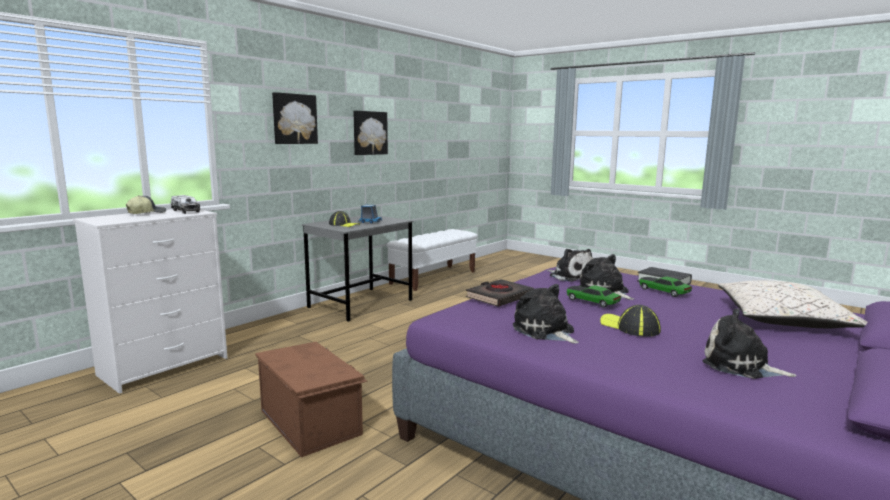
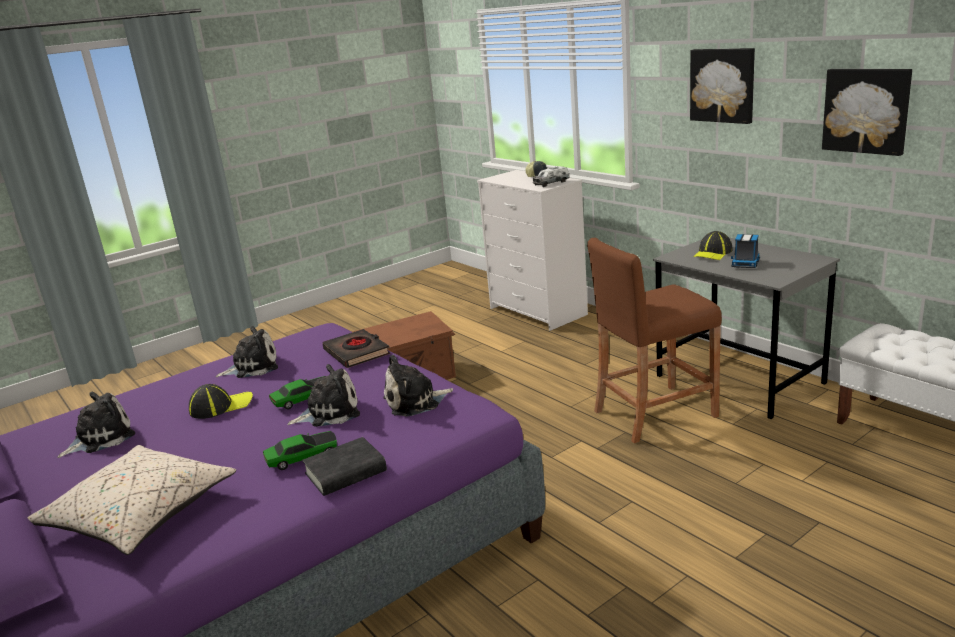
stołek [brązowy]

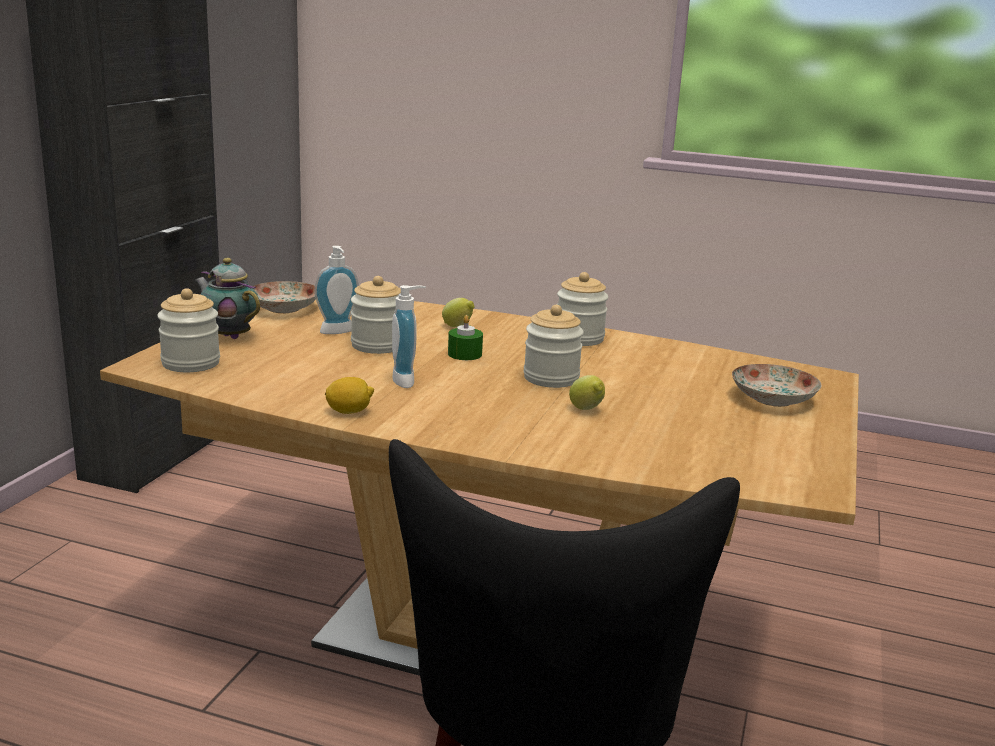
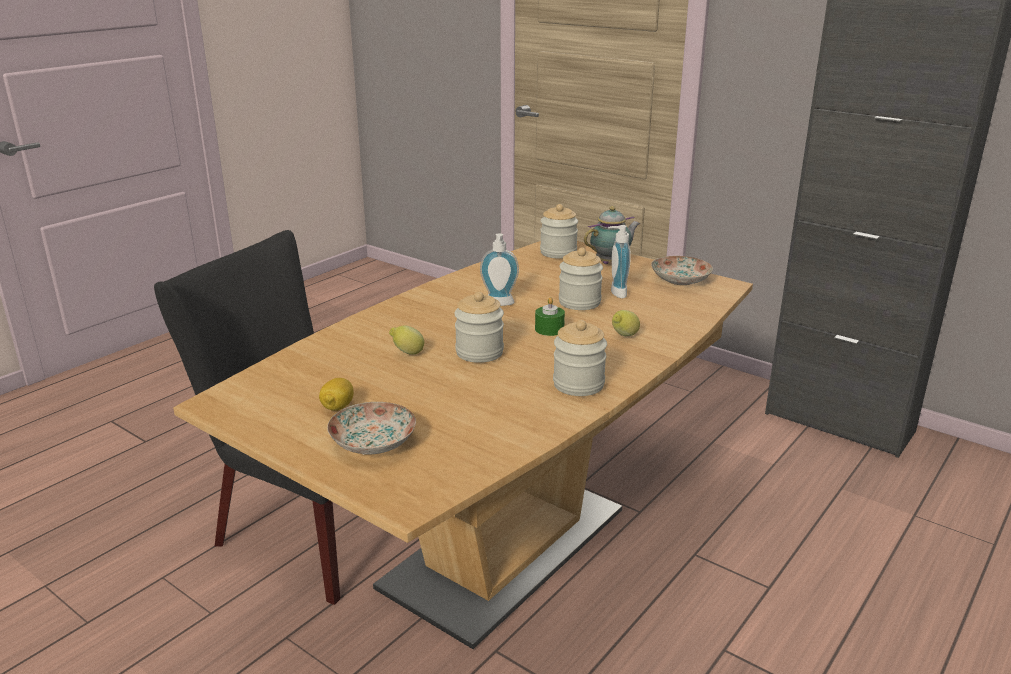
cytryna (1st from left)

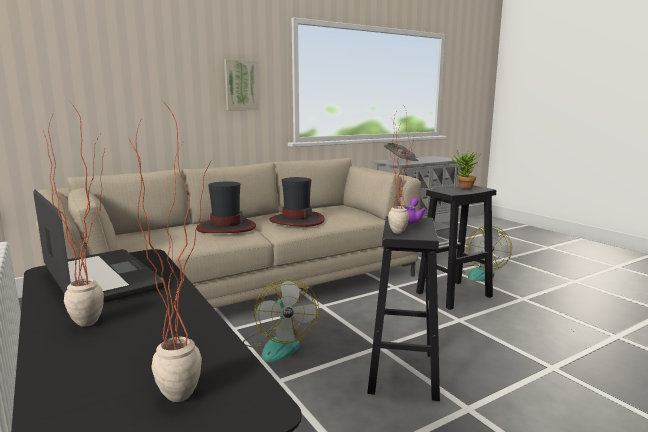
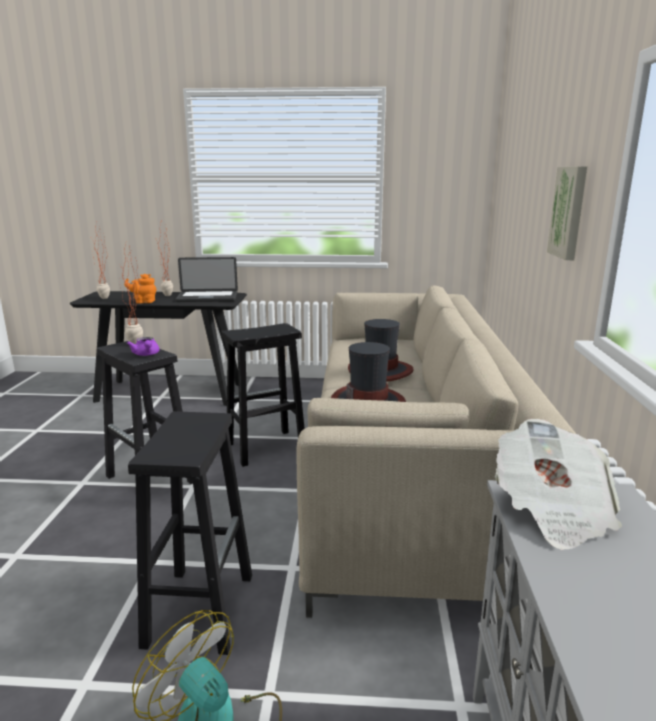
imbryk [pomarańczowy]
stołek [czarny] (3rd from left)
roślina doniczkowa (4th from left in the first image)

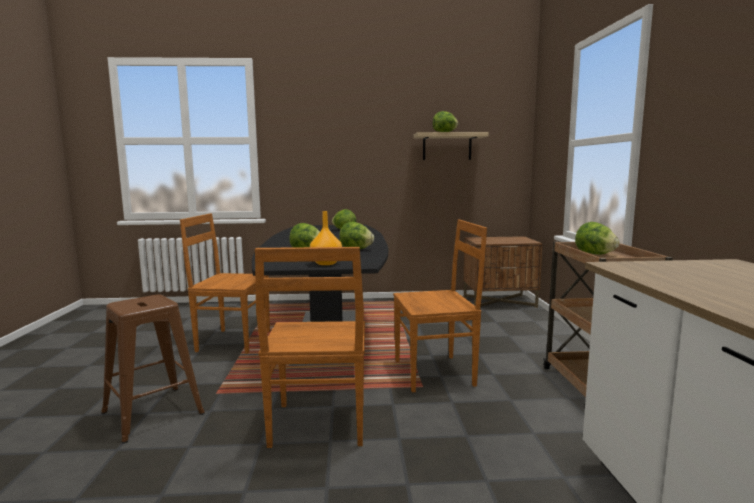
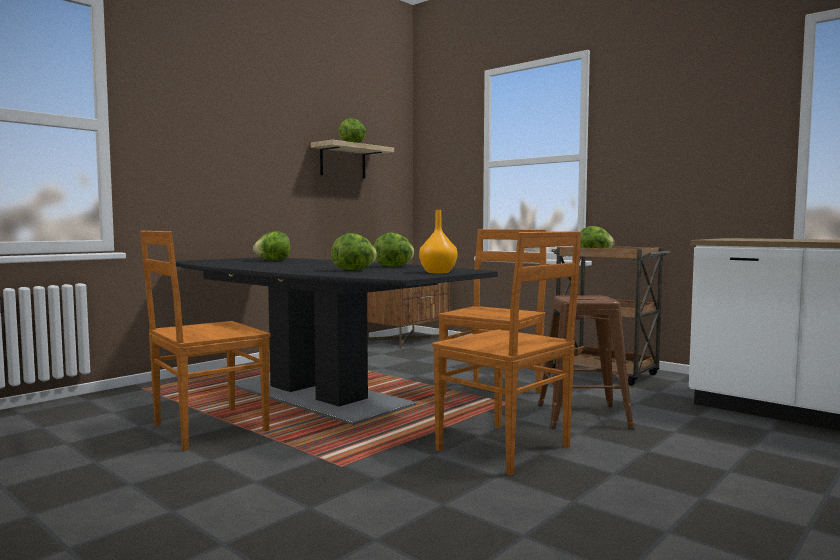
stołek [brązowy]

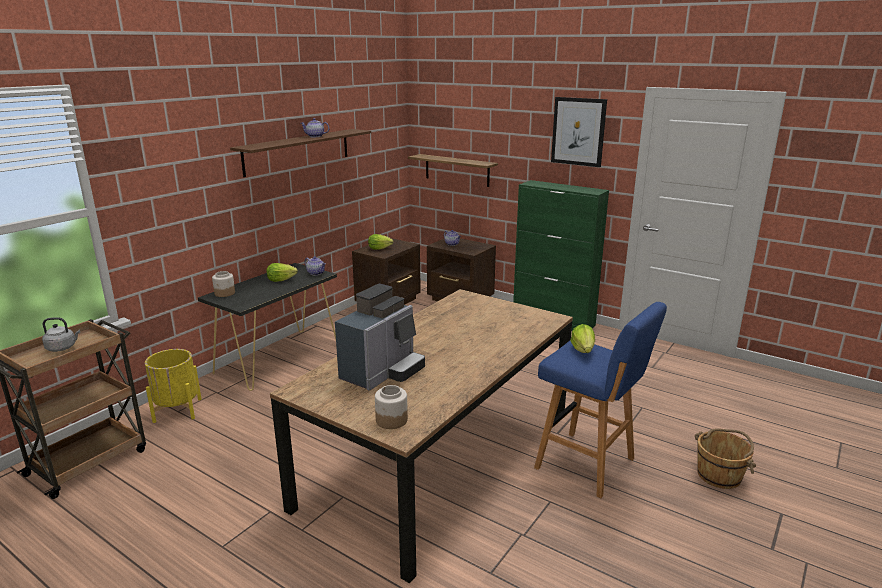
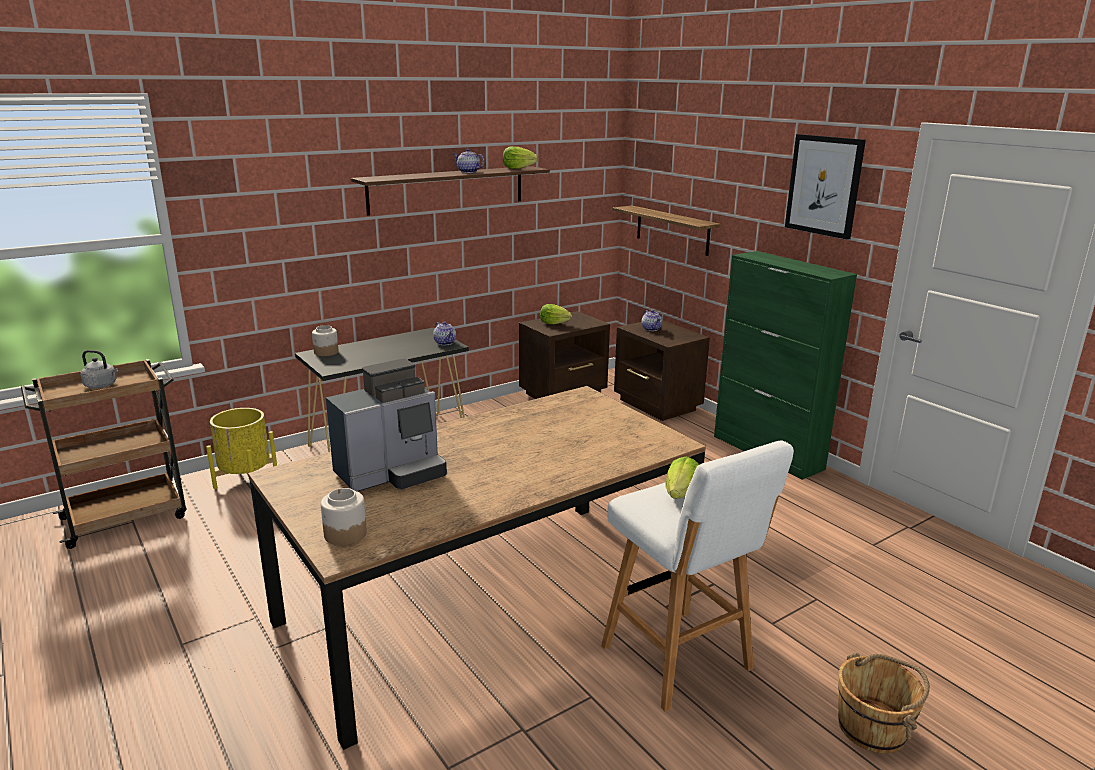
sałata (1st from left)
stołek [biały]

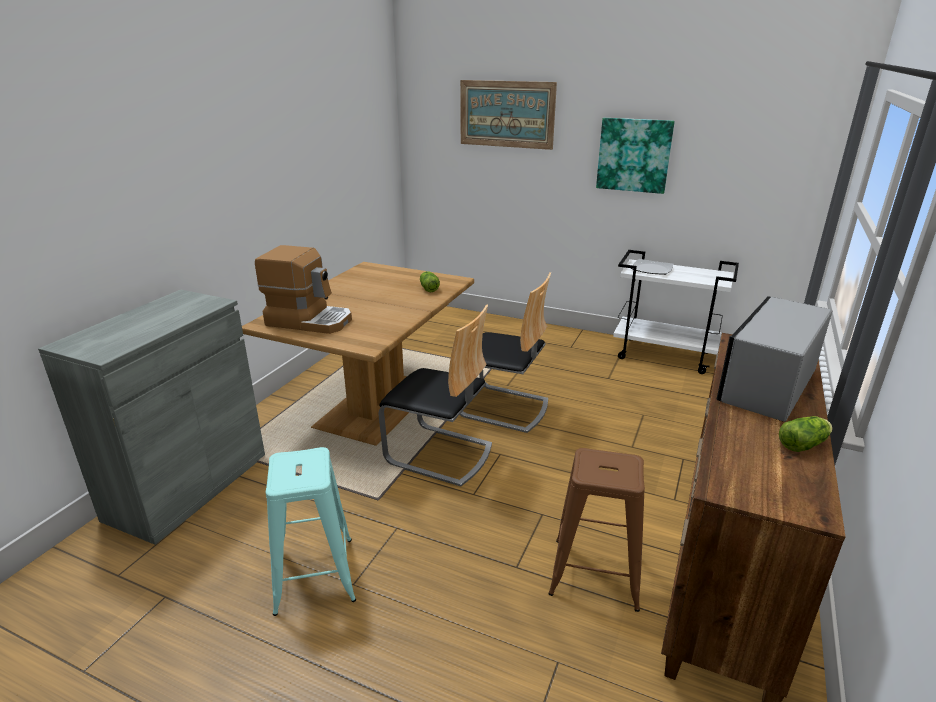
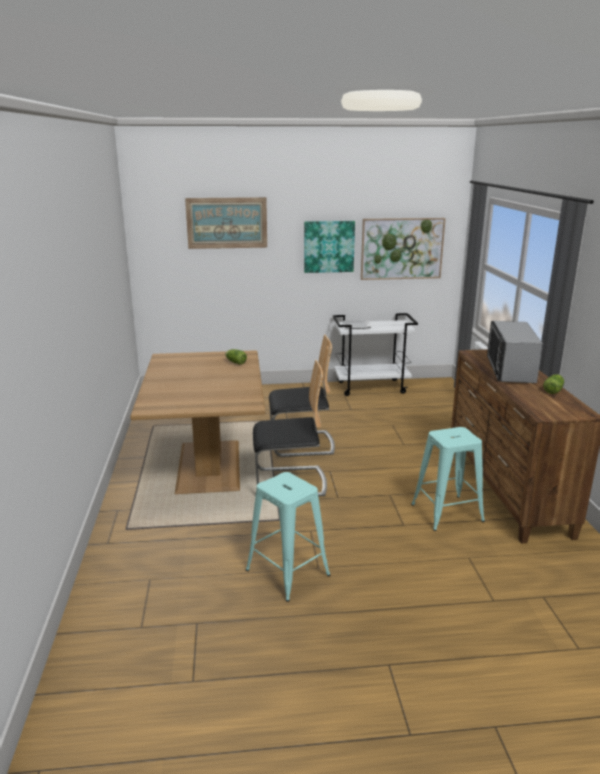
obraz (3rd from left)
stołek [turkusowy] (2nd from left)
szafka [szary]
ekspres do kawy

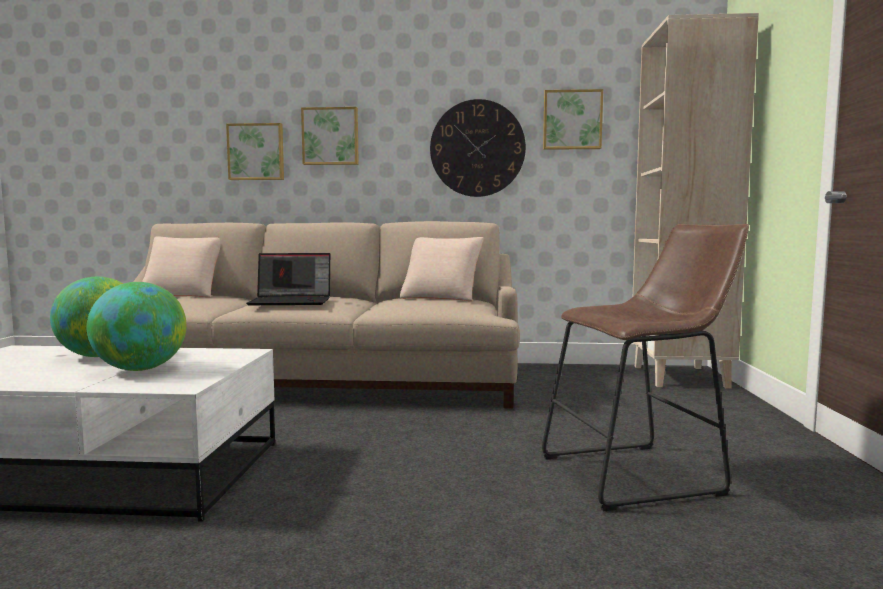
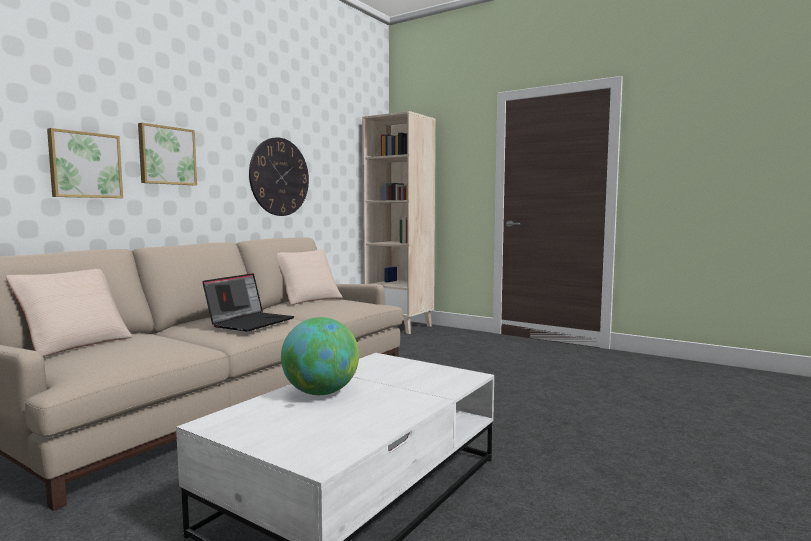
globus (2nd from left in the first image)
stołek [brązowy]
obraz (3rd from left in the first image)

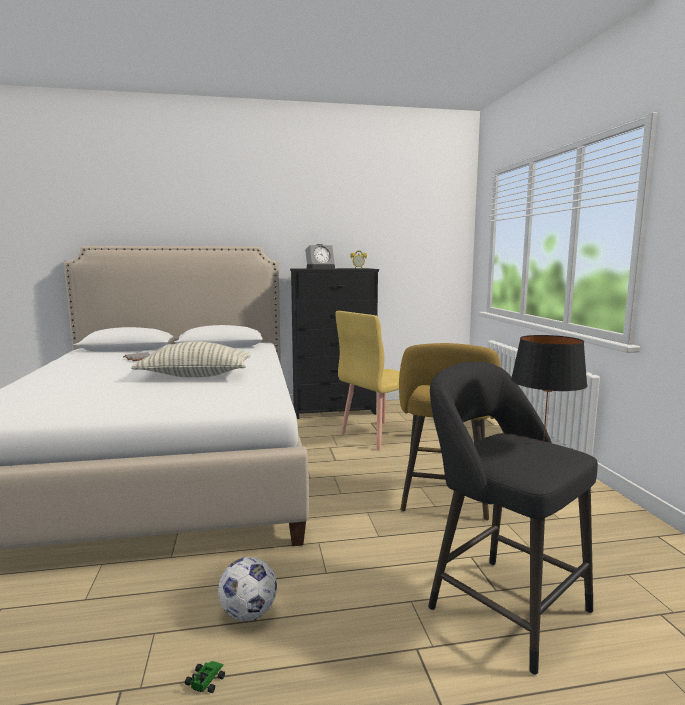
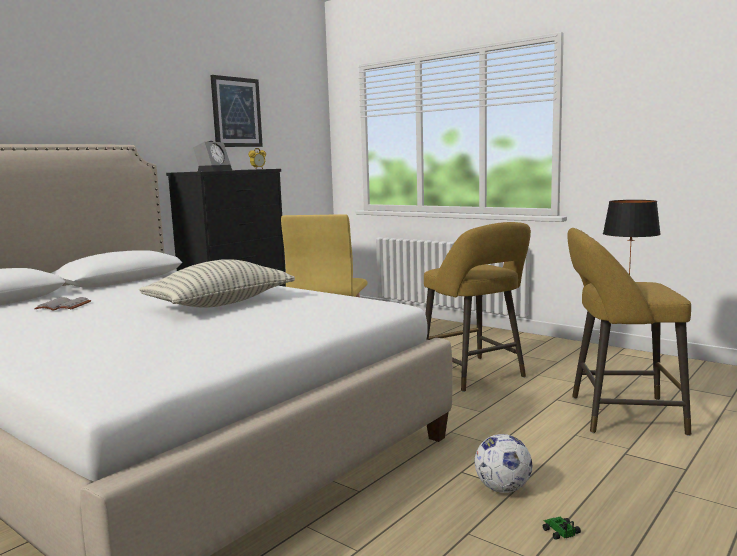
obraz
stołek [żółty] (2nd from left)

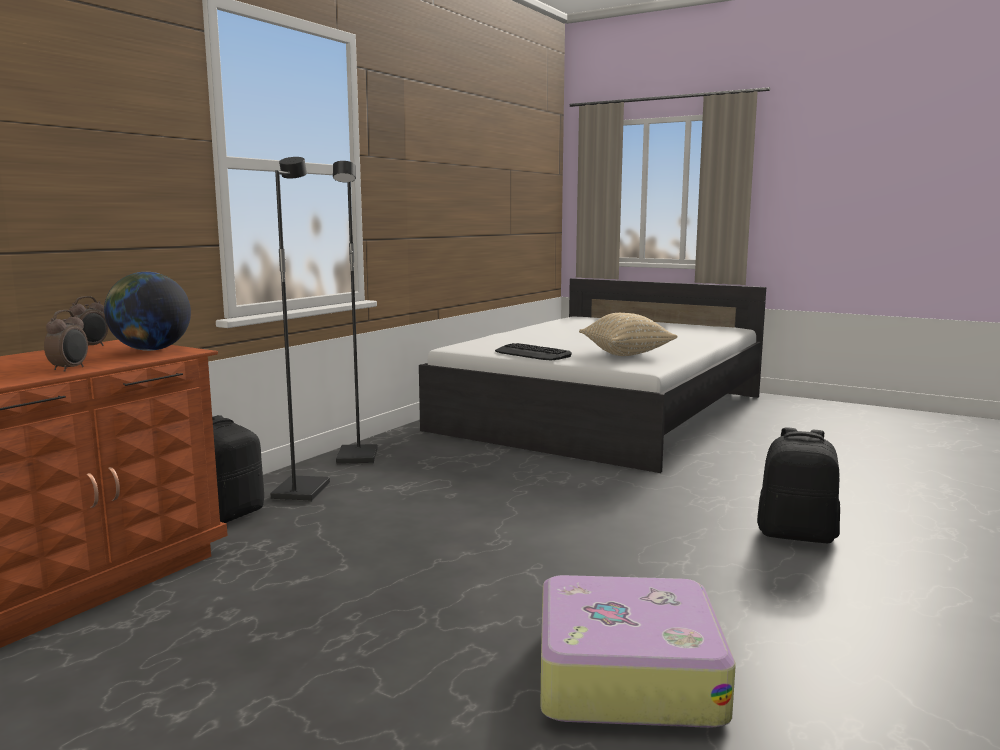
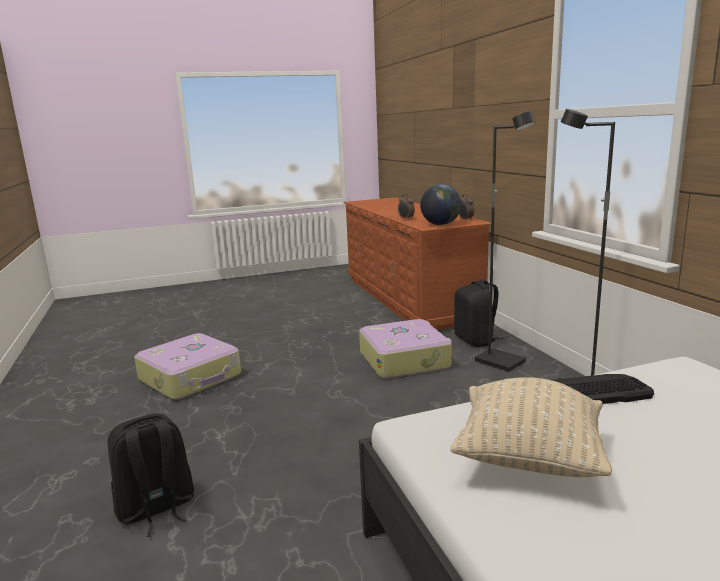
walizka (2nd from left)

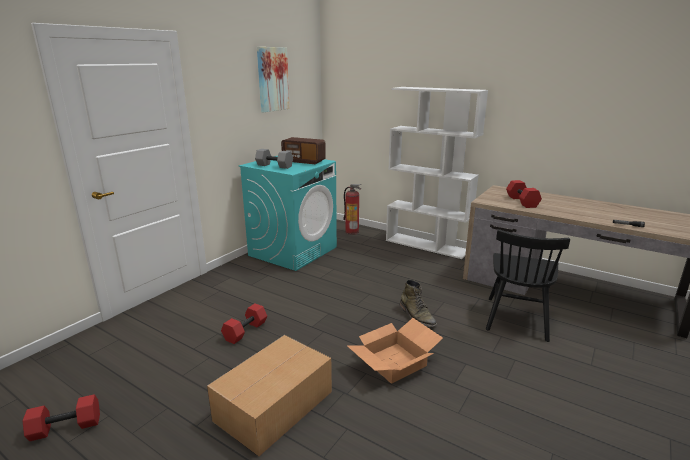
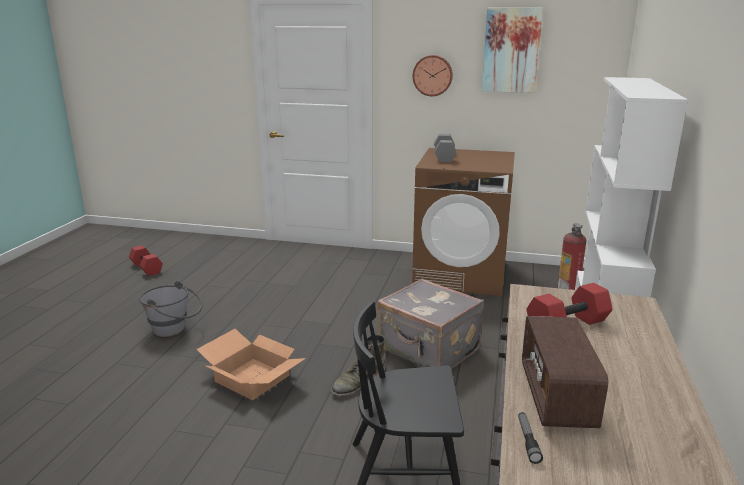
wiadro [szary]
walizka [szary]
pralka [brązowy]
zegar ścienny
radio
hantel [czerwony] (2nd from left in the first image)

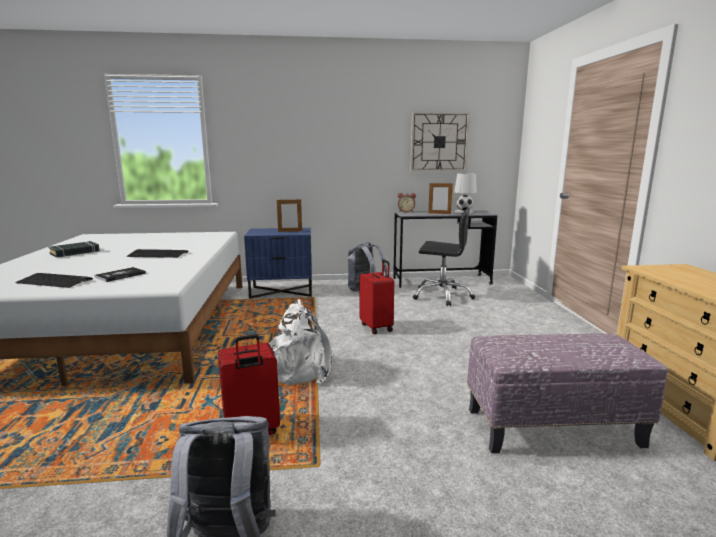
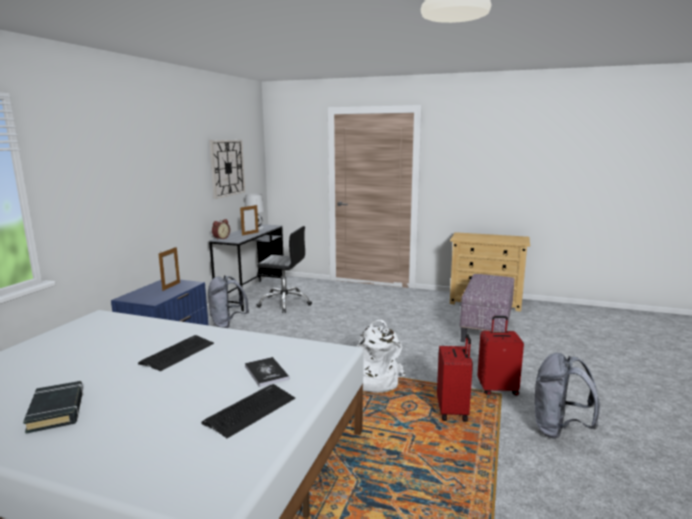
krzesło biurowe [czarny]
walizka [czerwony] (2nd from left)

